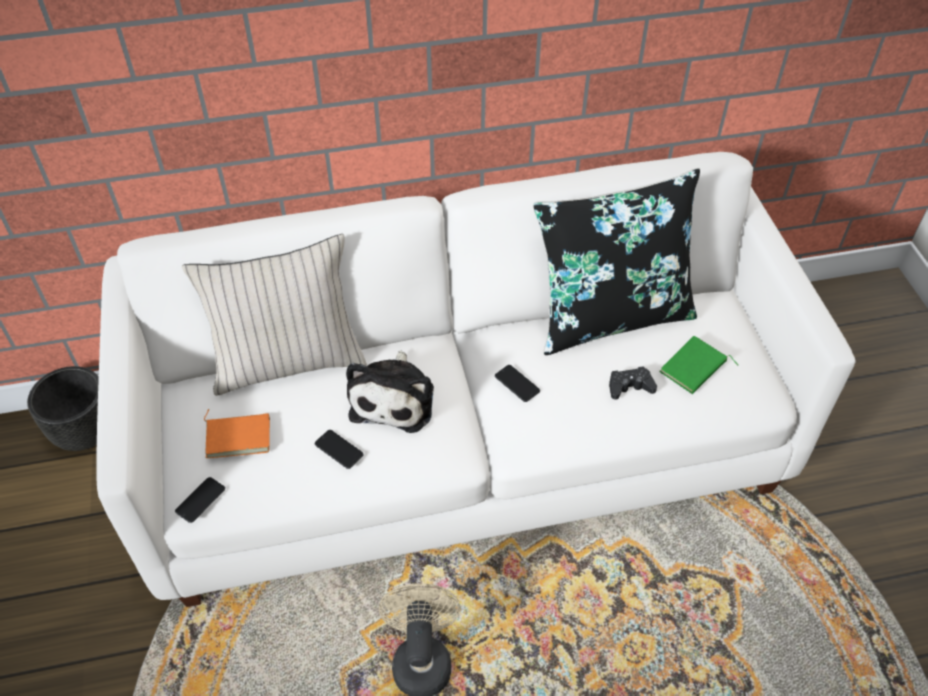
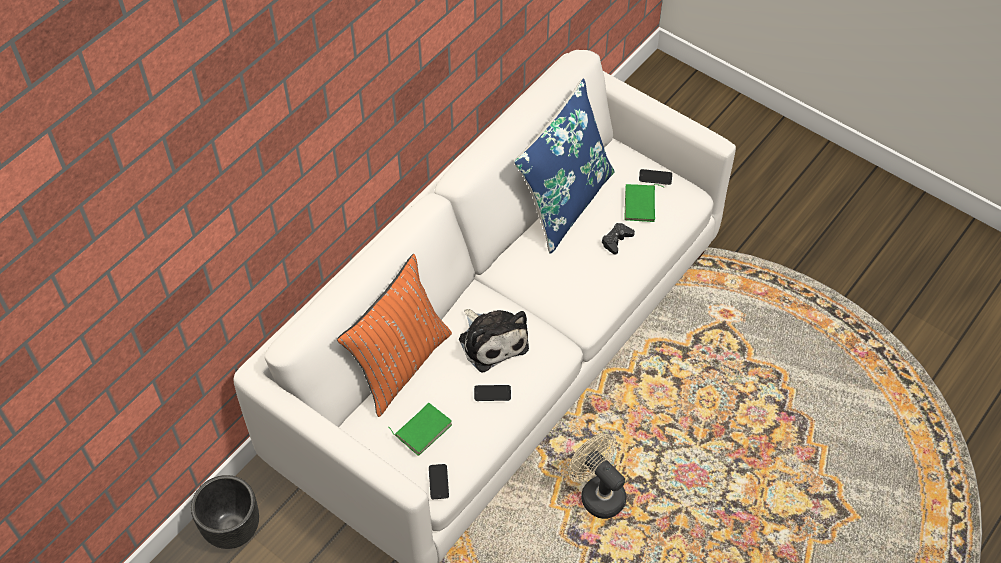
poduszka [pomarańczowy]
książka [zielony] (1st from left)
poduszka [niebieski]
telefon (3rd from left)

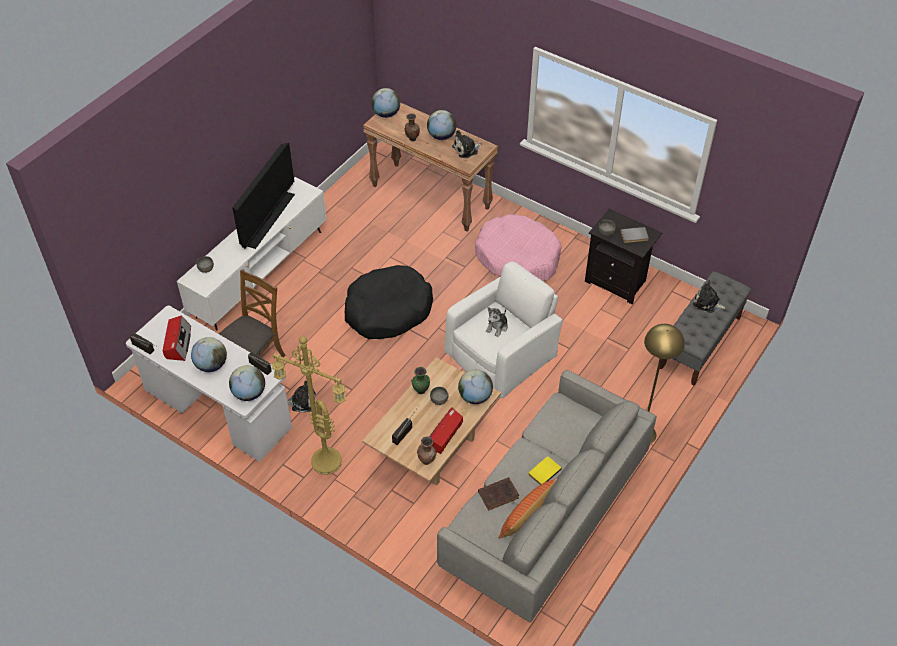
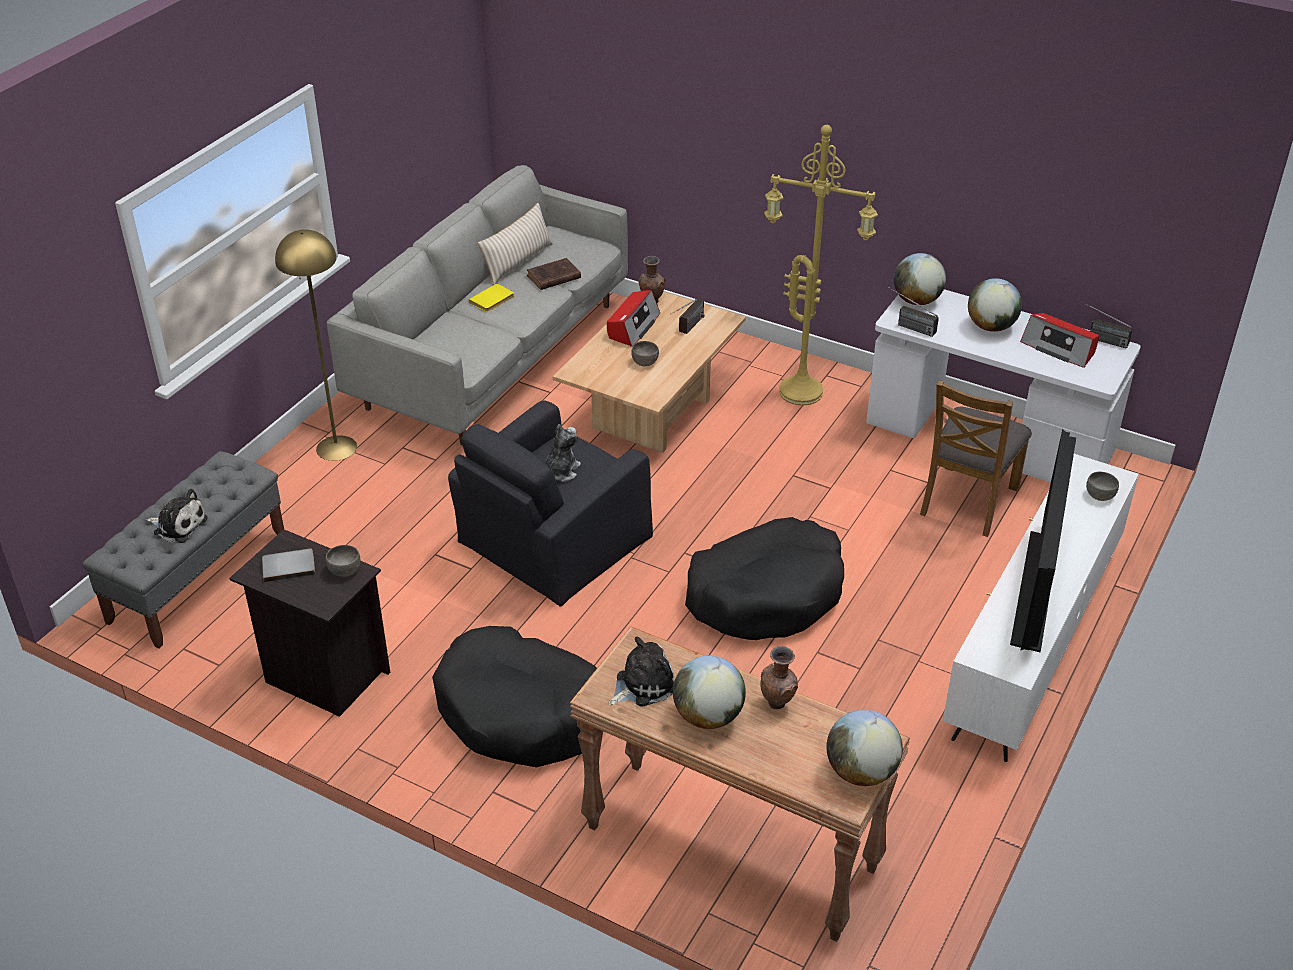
legowisko [czarny] (1st from left)
fotel [czarny]
poduszka [beżowy]
radio (4th from left)
pluszak (1st from left in the first image)
wazon [zielony]
globus (5th from left in the first image)

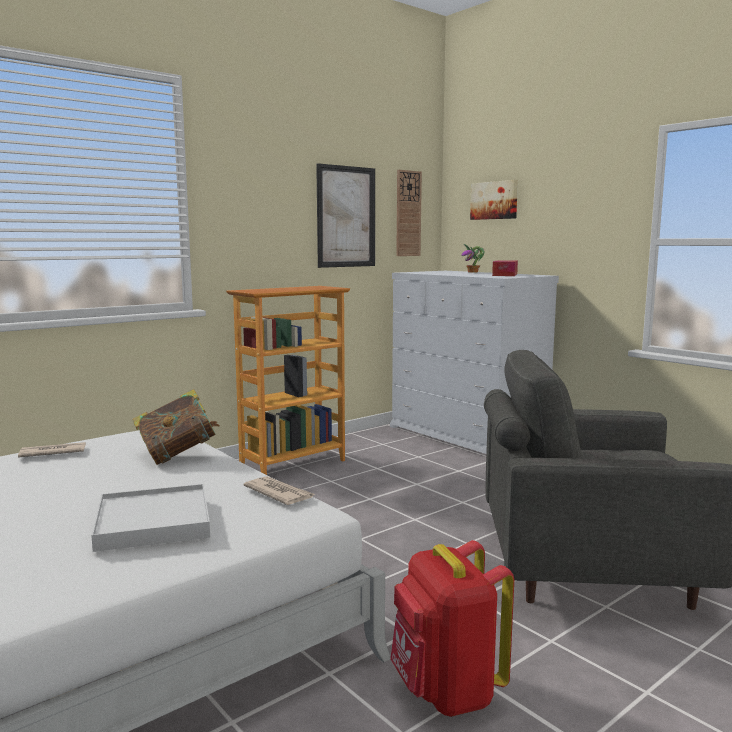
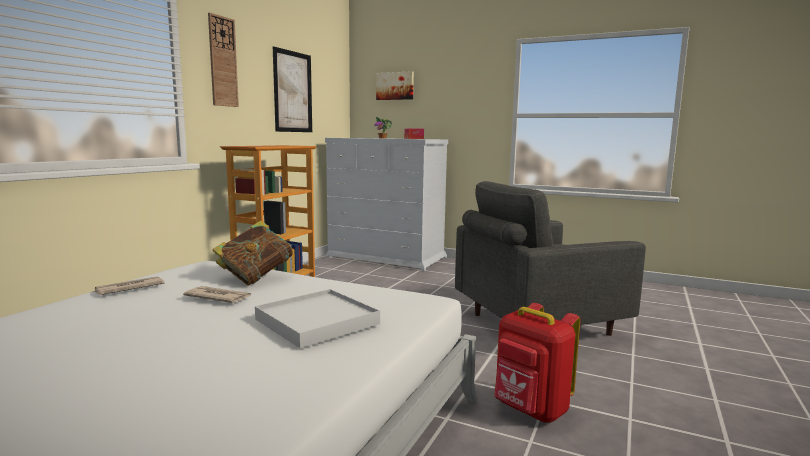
gazeta (2nd from left)
zegar ścienny

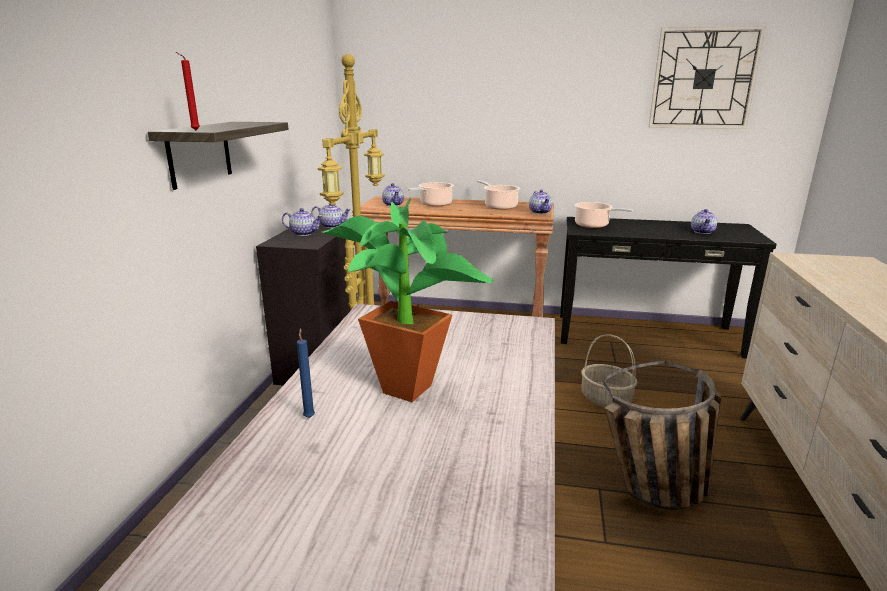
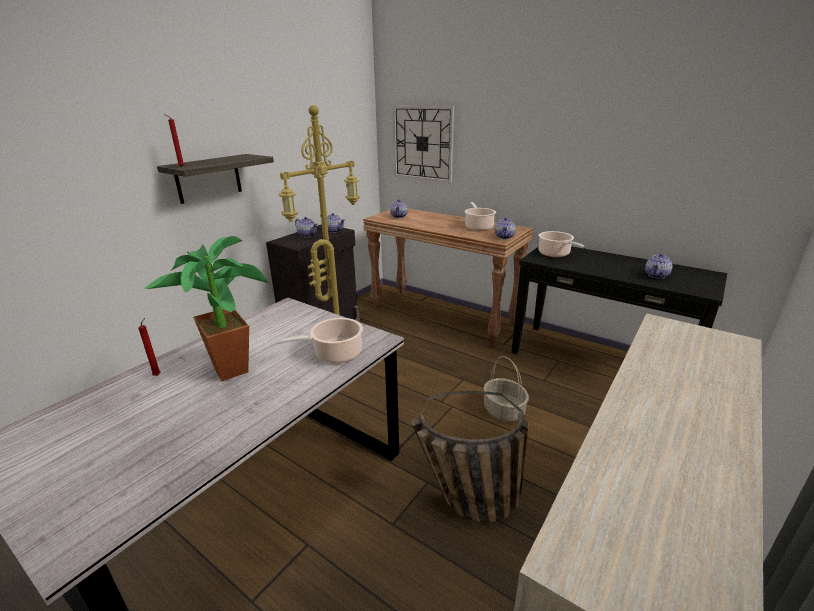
świeca [czerwony] (1st from left)
garnek (1st from left)
zegar ścienny

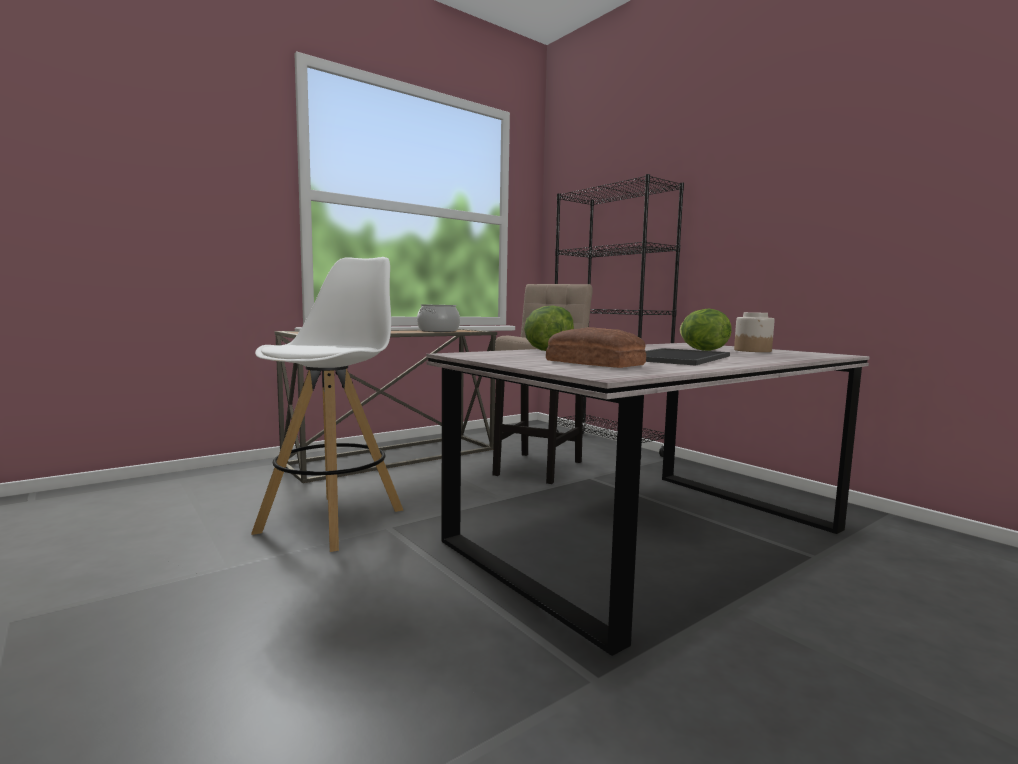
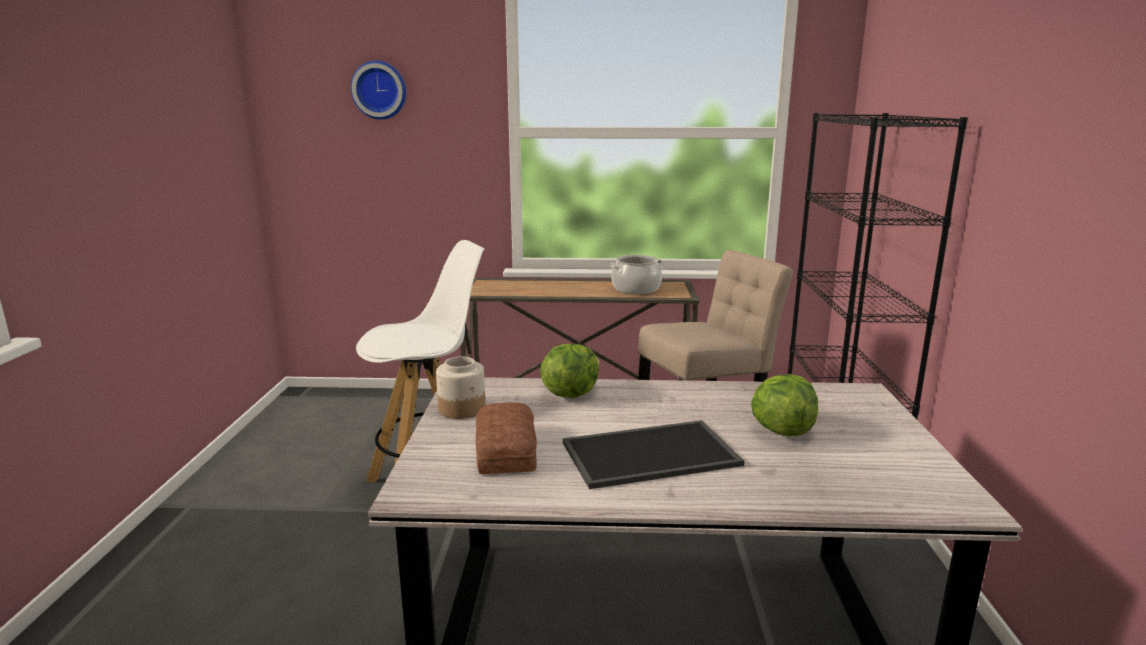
zegar ścienny
słoik

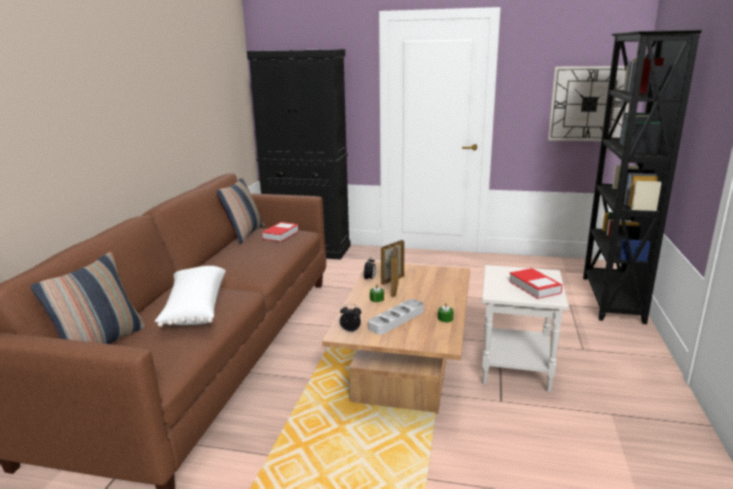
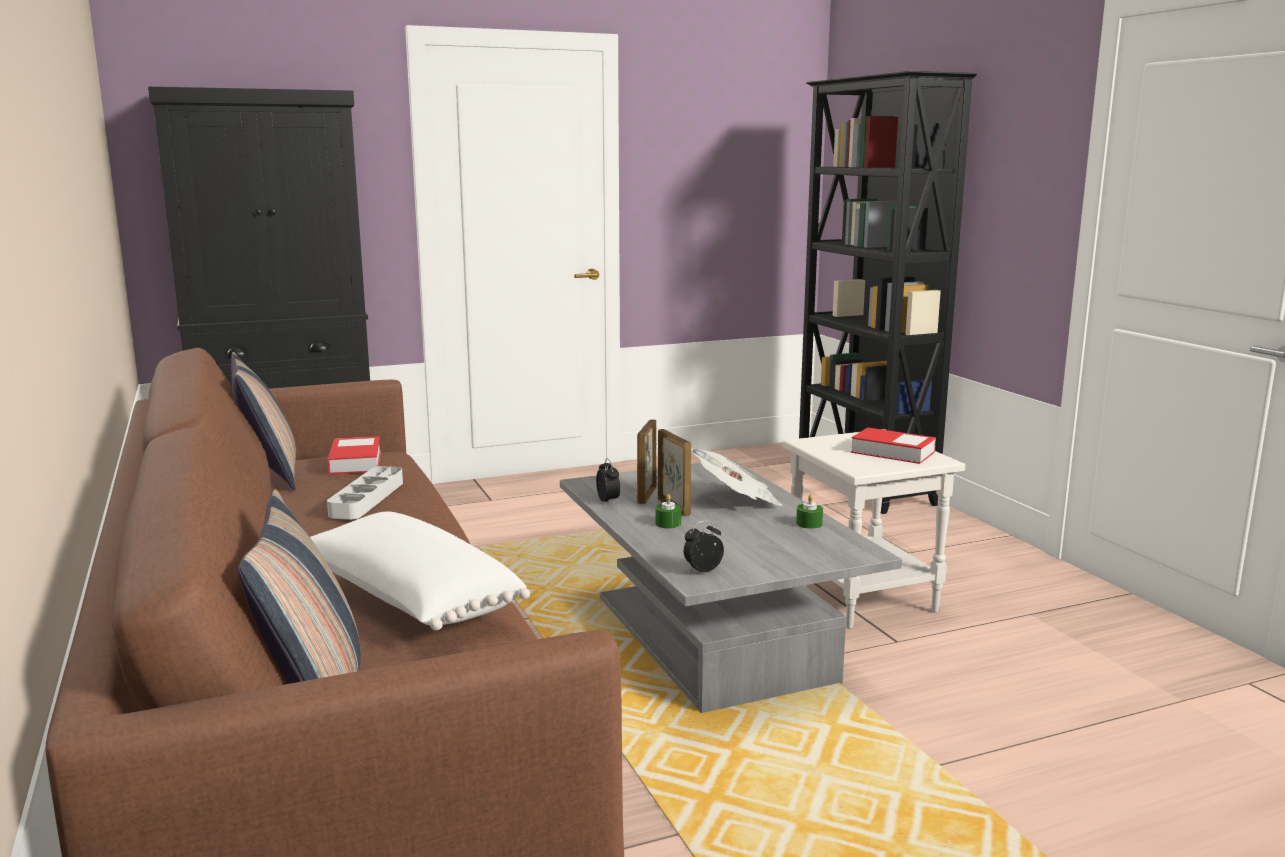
taca [szary]
ława [szary]
gazeta
zegar ścienny

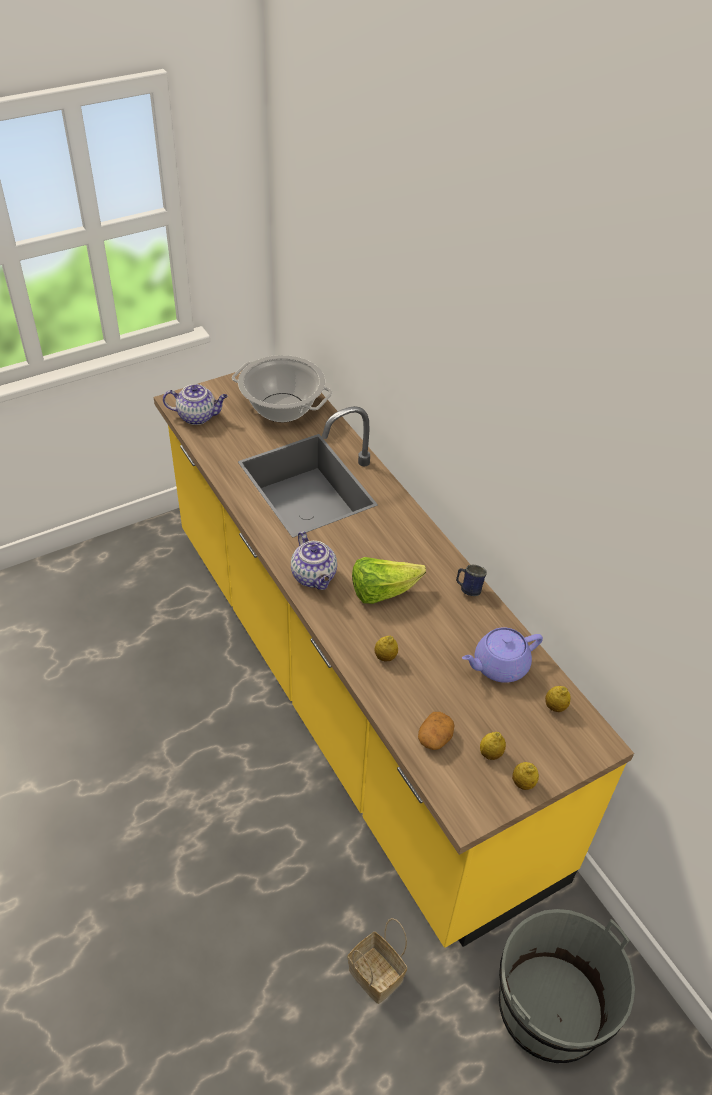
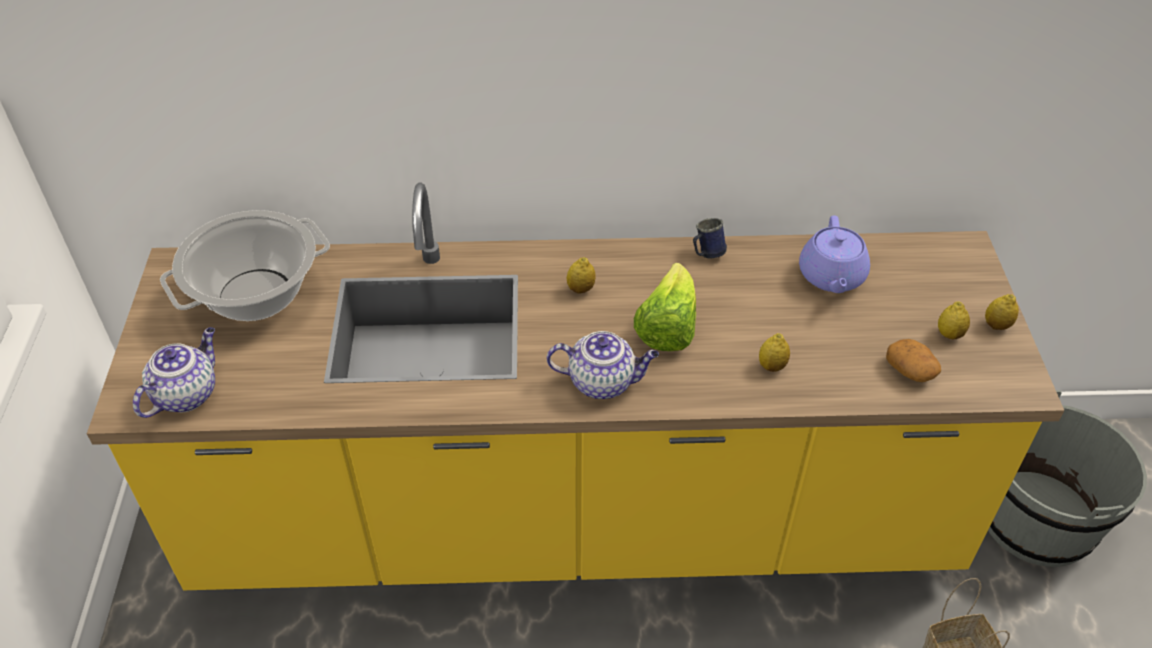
cytryna (1st from left)

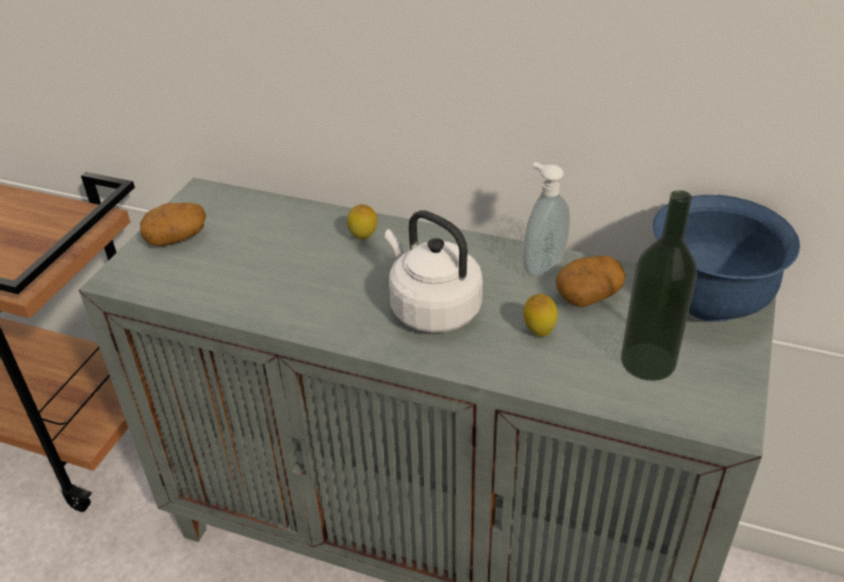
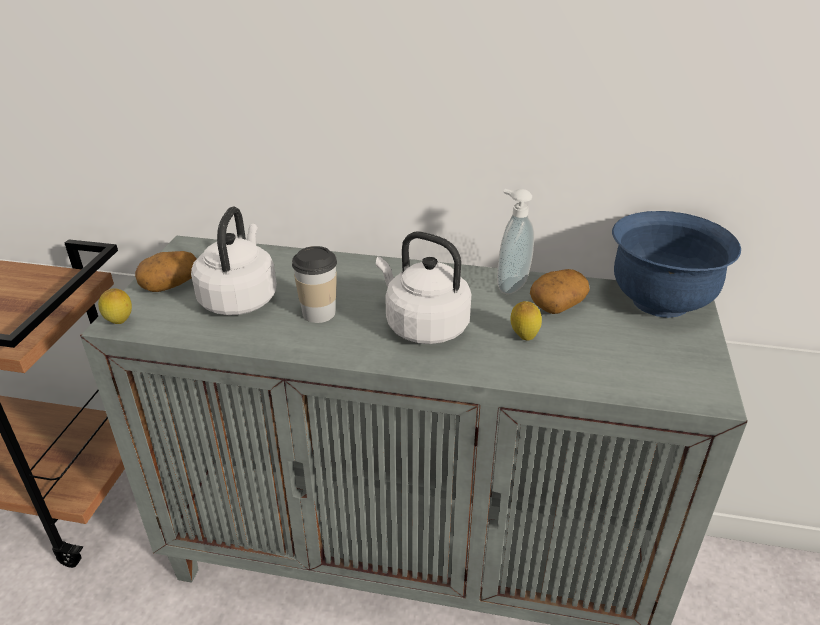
cytryna (1st from left)
czajnik [biały] (1st from left)
filiżanka
butelka

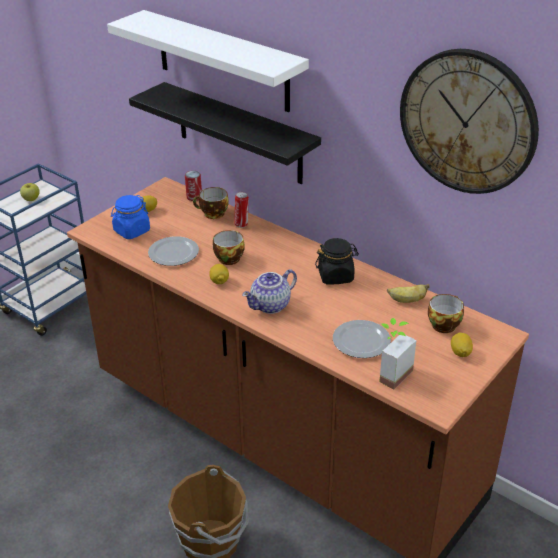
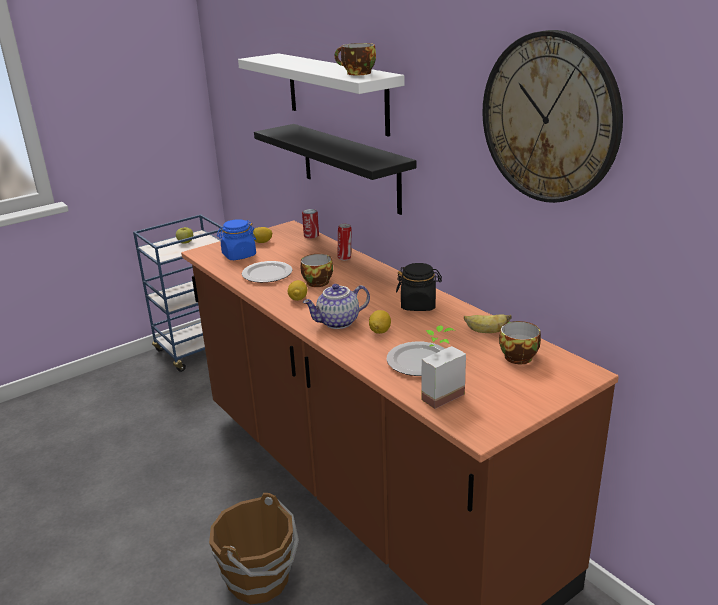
filiżanka (2nd from left)
cytryna (3rd from left)

